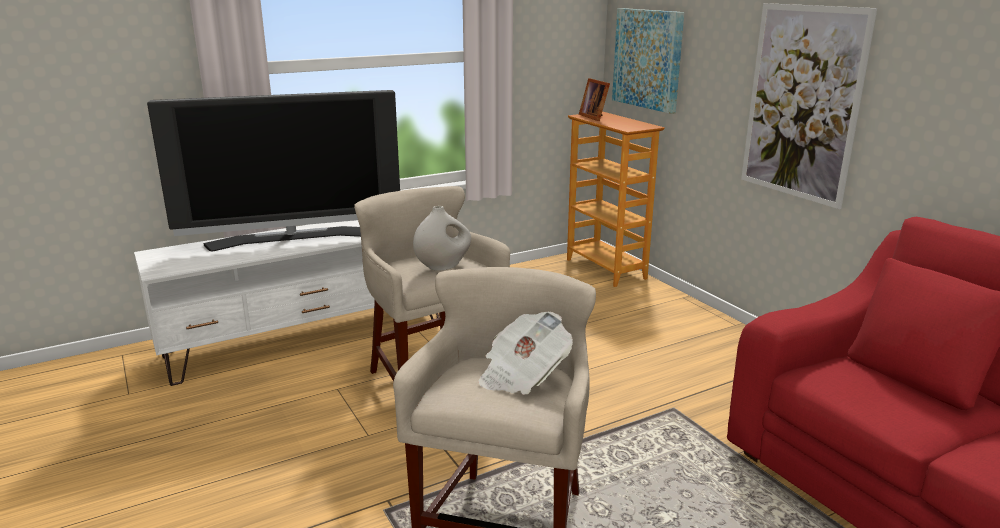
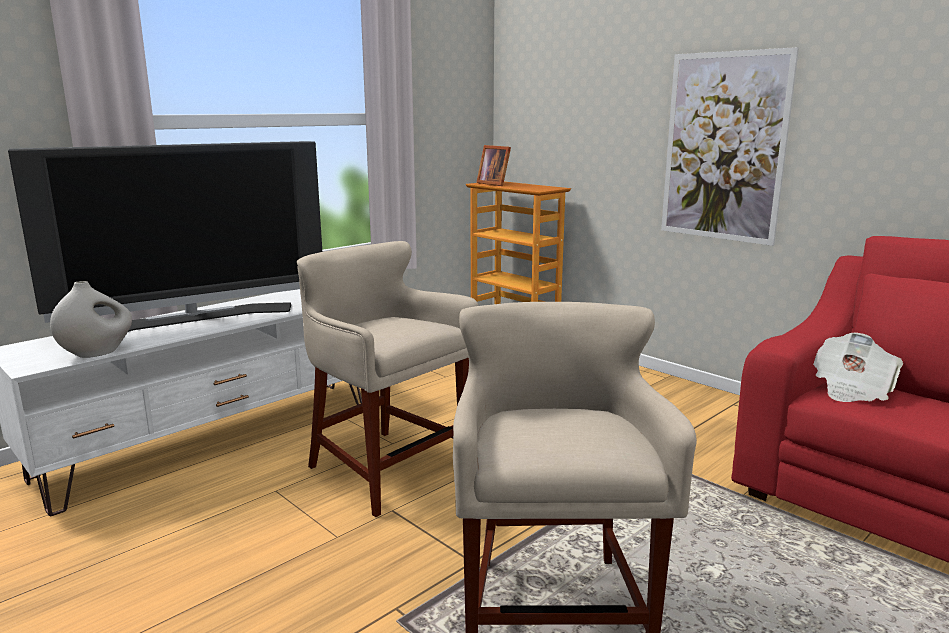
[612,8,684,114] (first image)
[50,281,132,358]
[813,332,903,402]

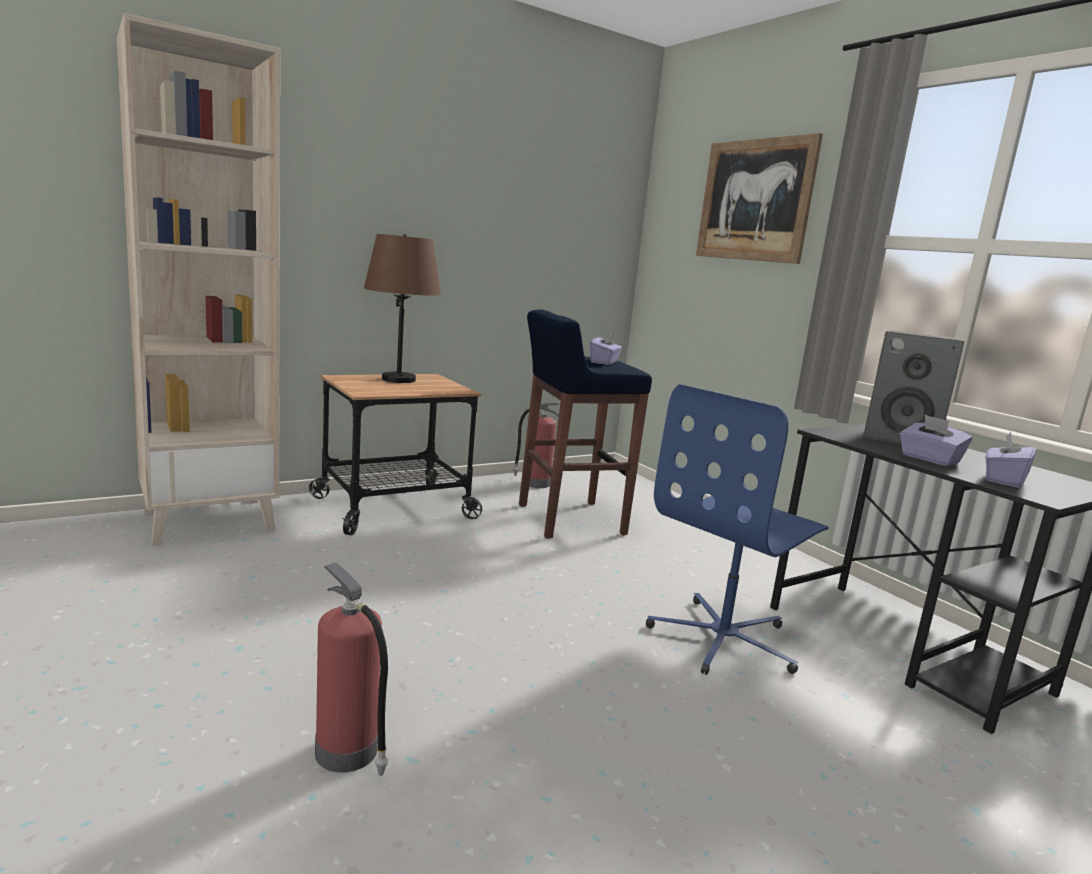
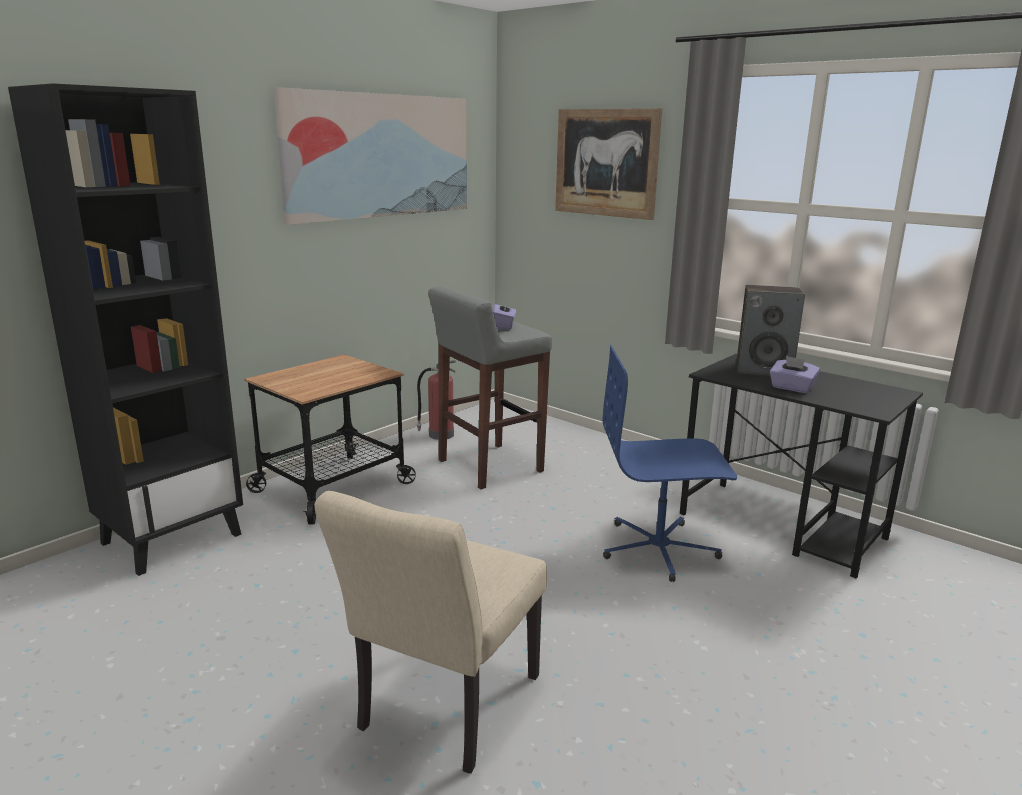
[364,234,441,383] (first image)
[985,432,1036,488] (first image)
[274,87,467,225]
[314,491,547,774]
[8,83,243,576]
[428,286,552,489]
[603,345,737,582]

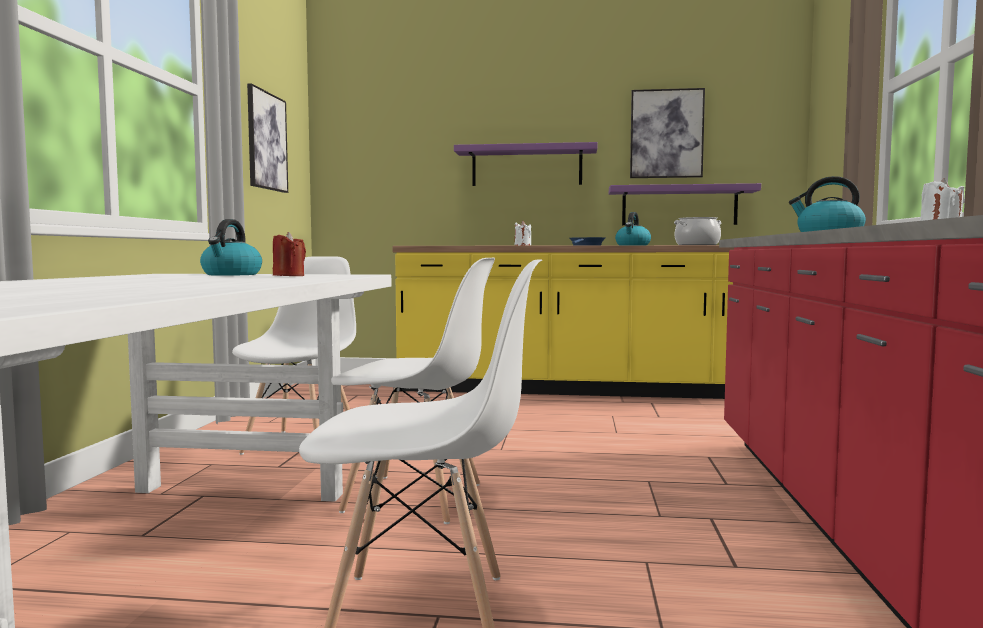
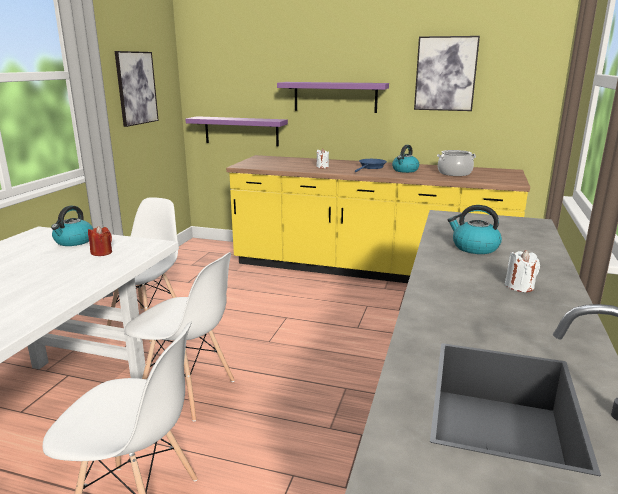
[185,116,288,146]

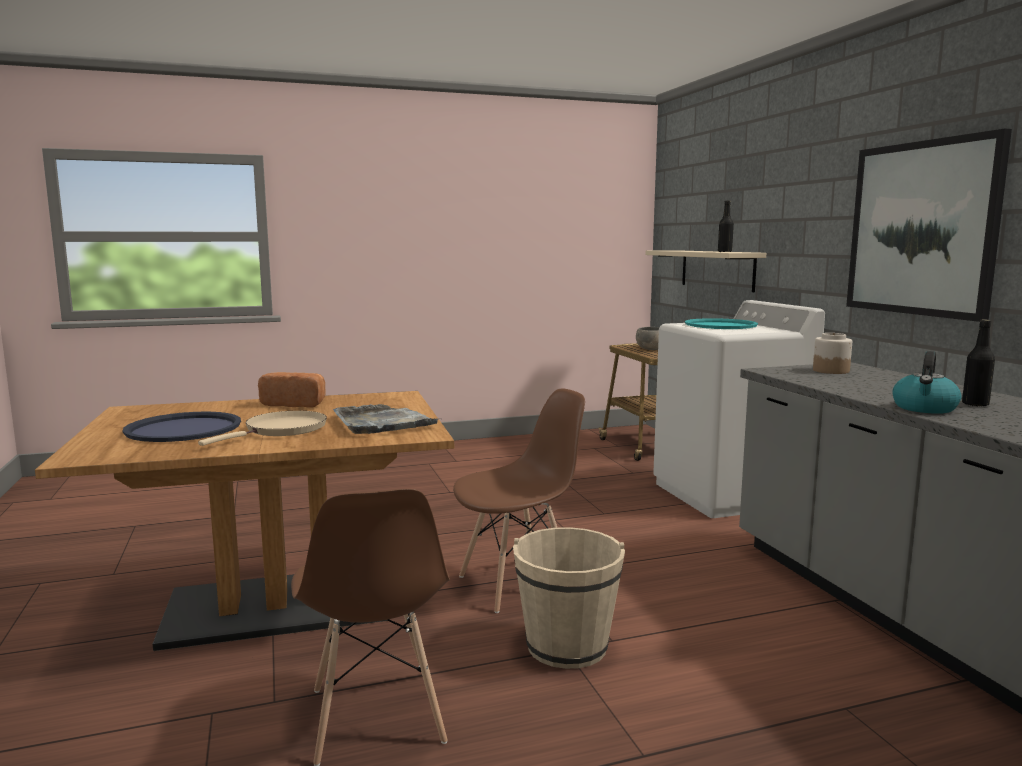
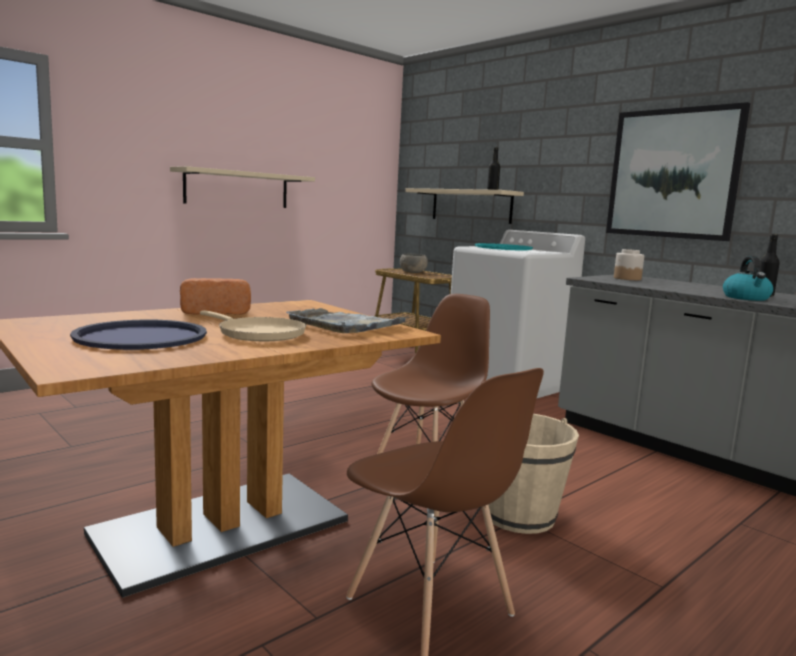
[170,166,315,208]
[200,310,306,341]

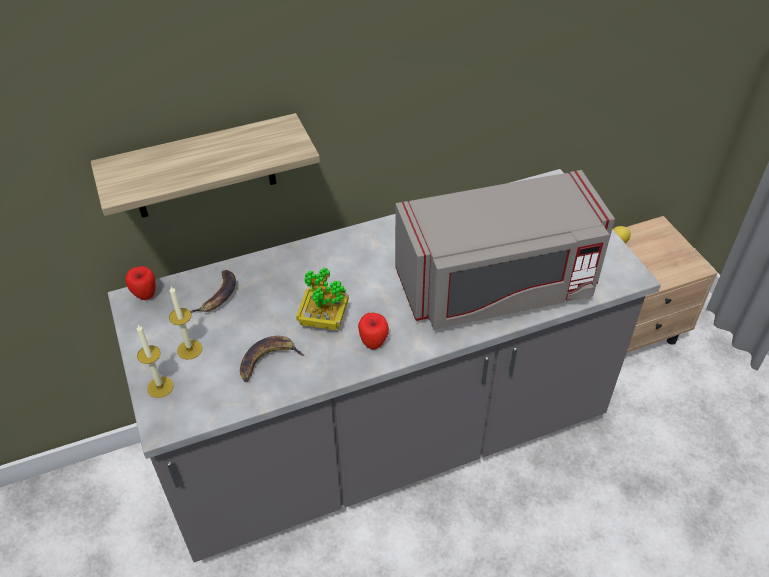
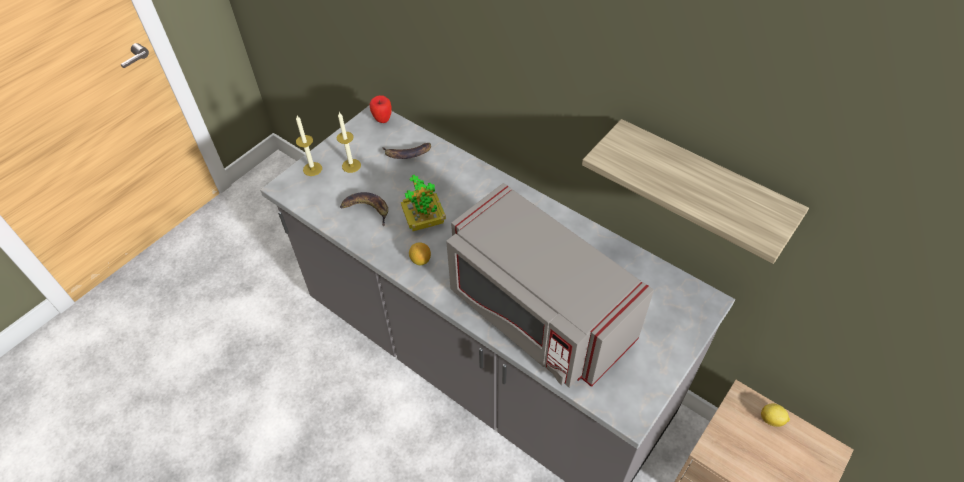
[582,119,809,264]
[409,242,431,265]

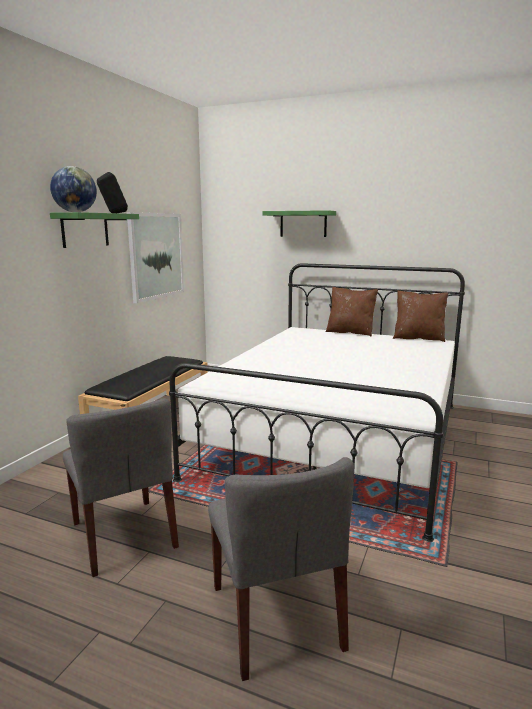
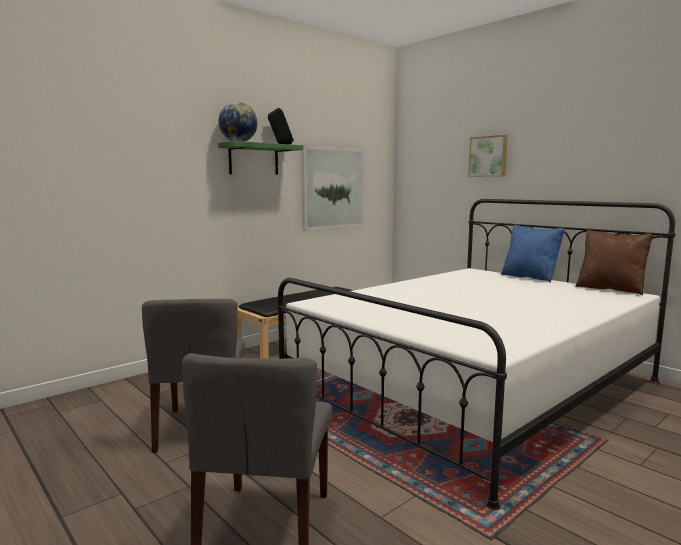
[468,135,508,177]
[501,224,565,283]

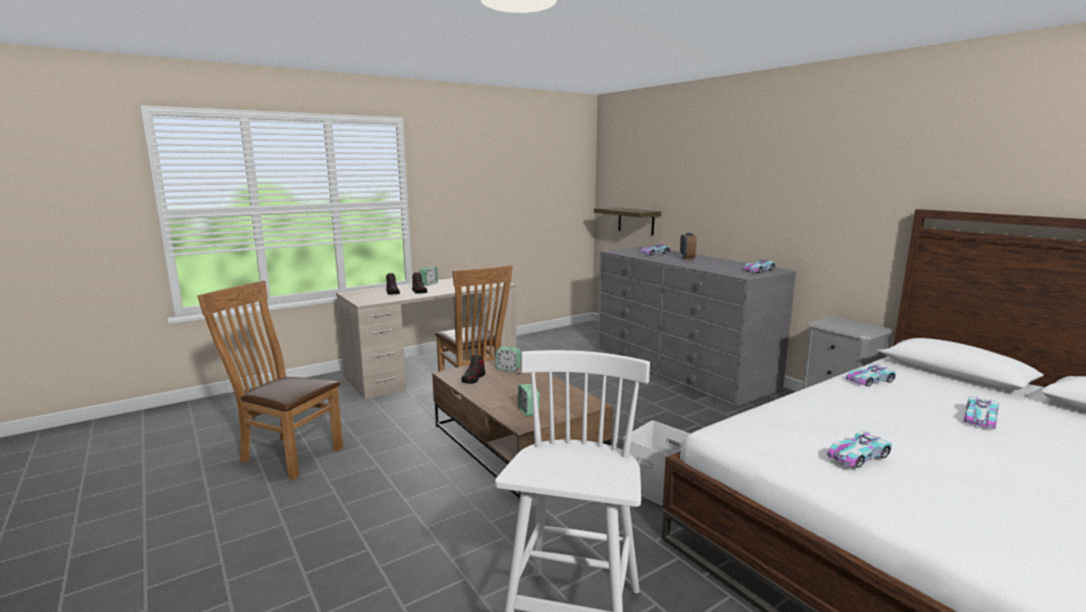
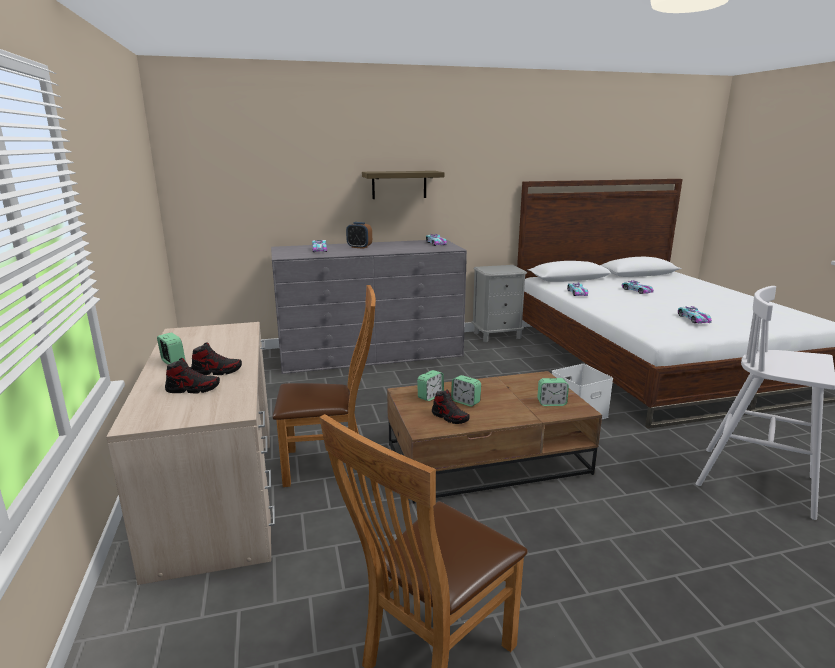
[451,375,481,407]
[362,171,444,199]

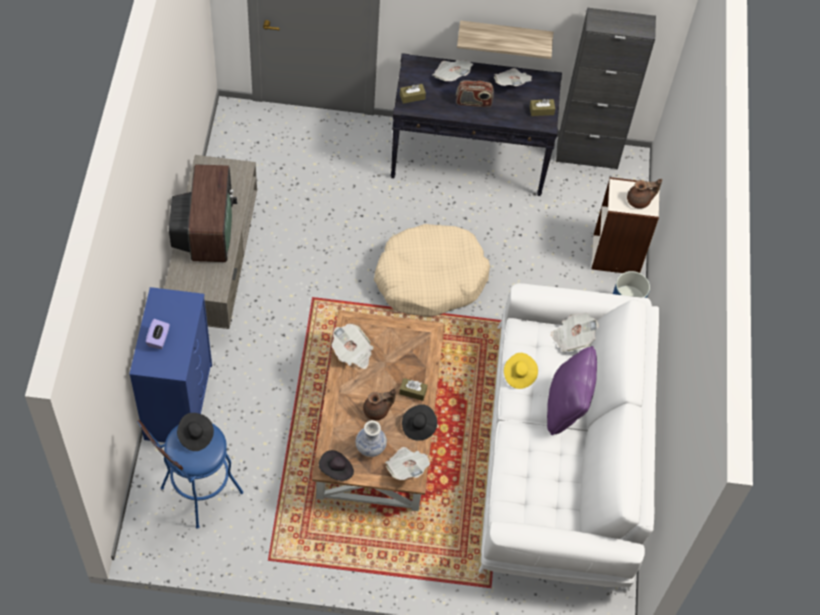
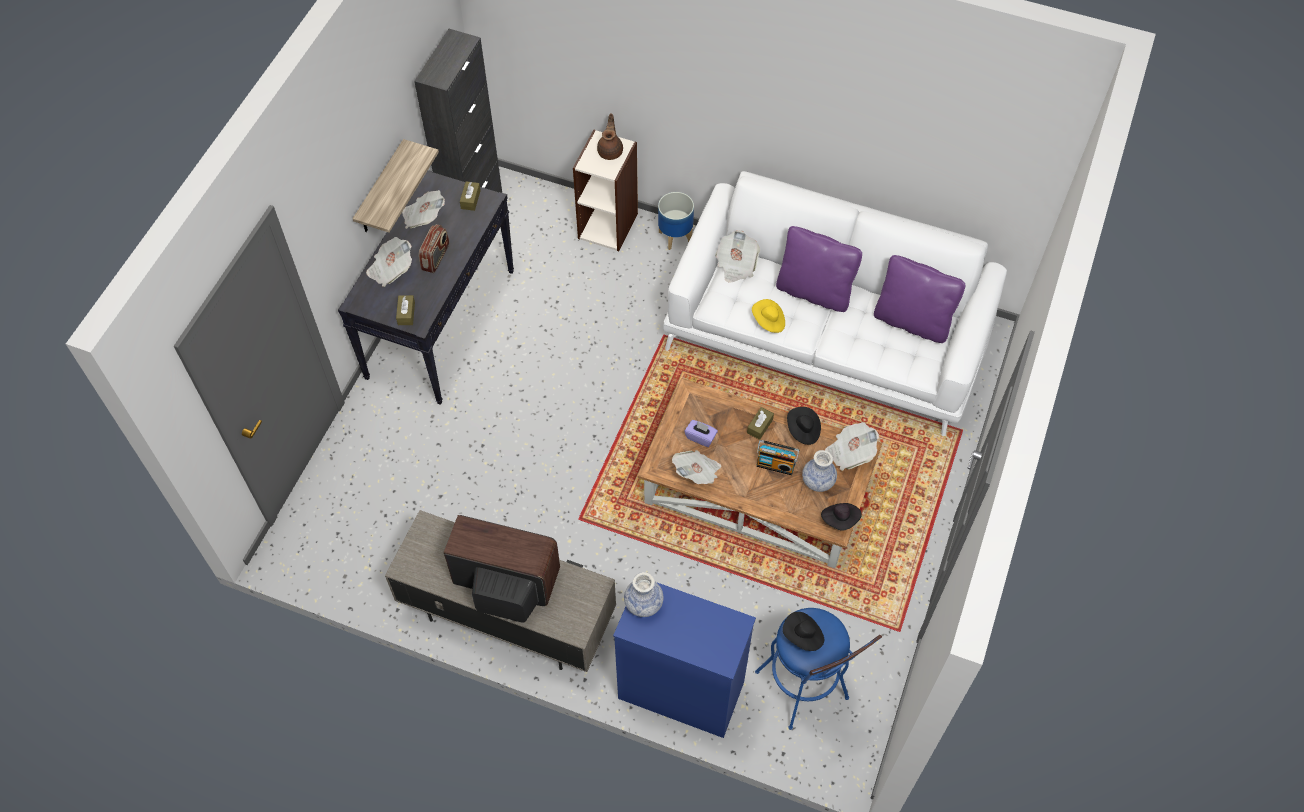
[374,224,490,316] (first image)
[624,572,664,617]
[874,255,965,343]
[684,420,718,447]
[756,440,799,475]

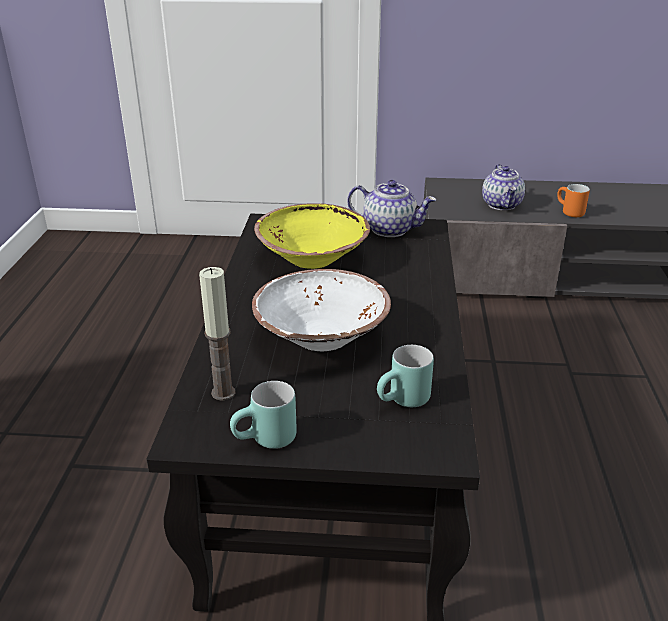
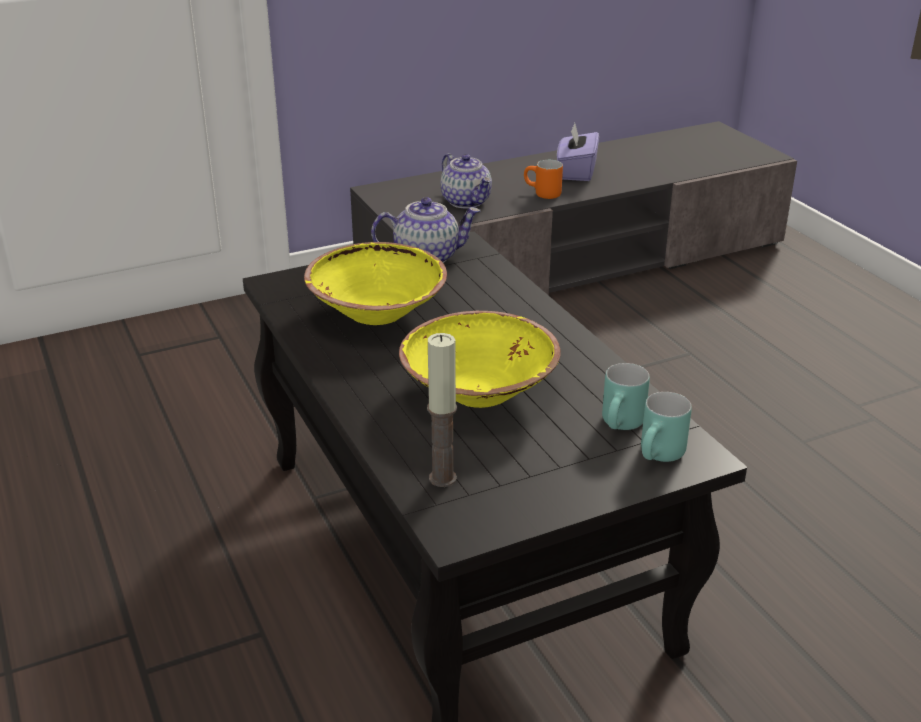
[557,123,599,181]
[641,392,692,462]
[399,311,561,408]

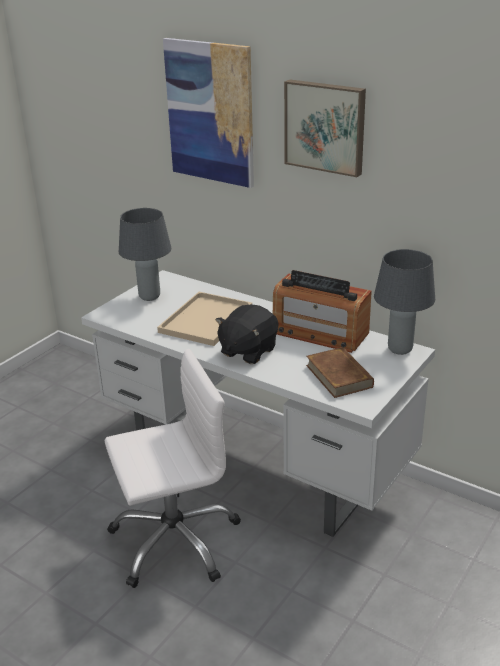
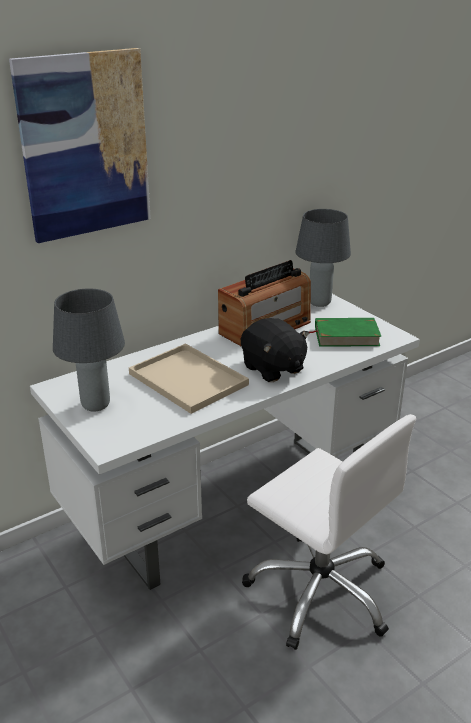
[284,80,366,177] (first image)
[309,318,381,347]
[242,414,416,650]

